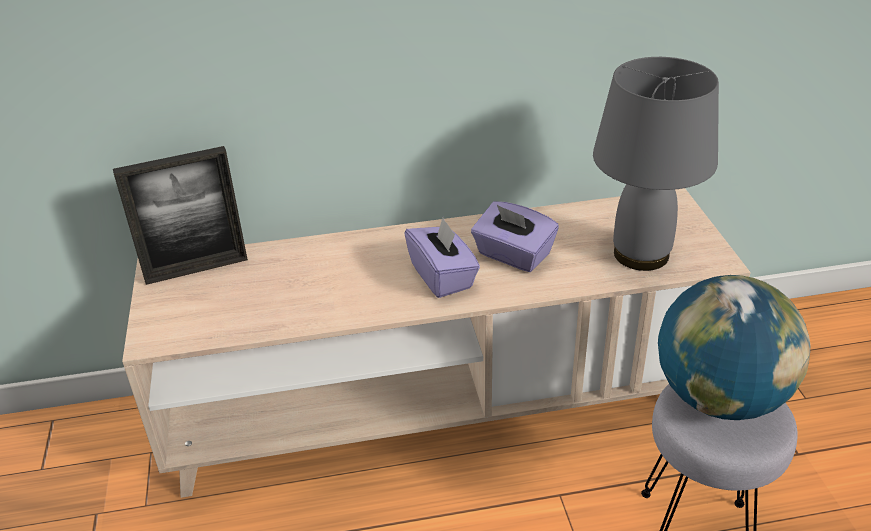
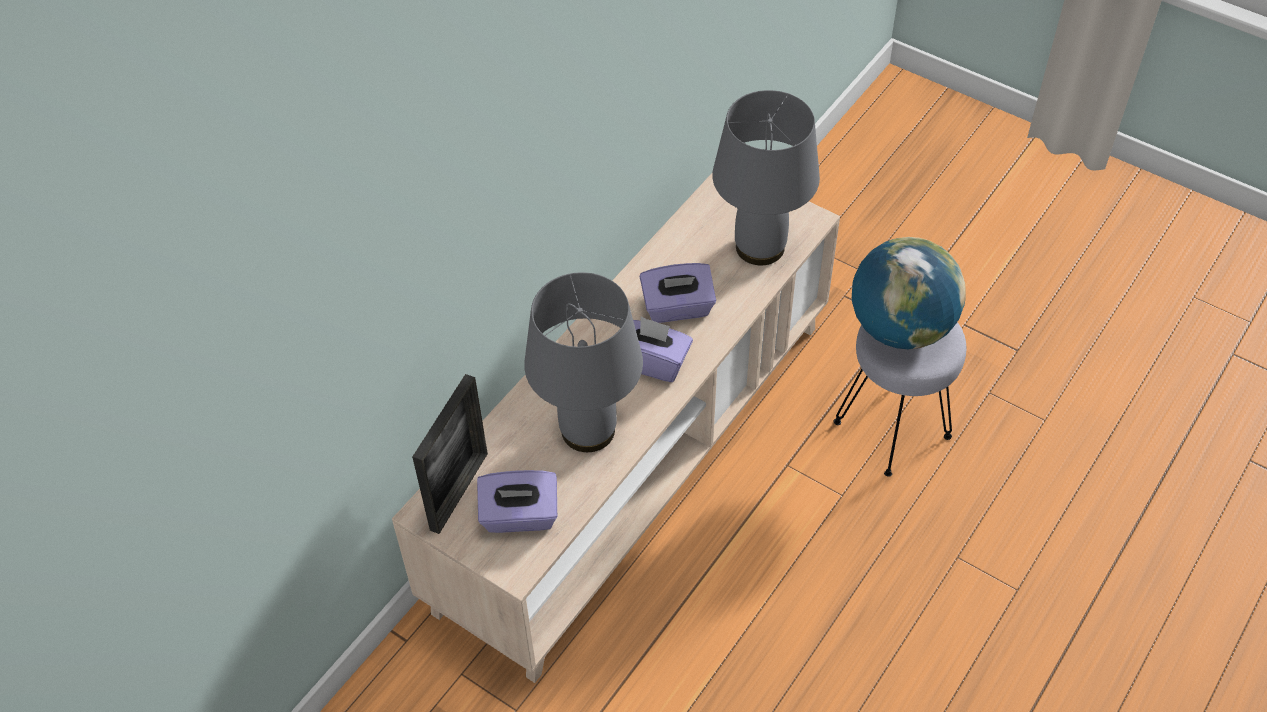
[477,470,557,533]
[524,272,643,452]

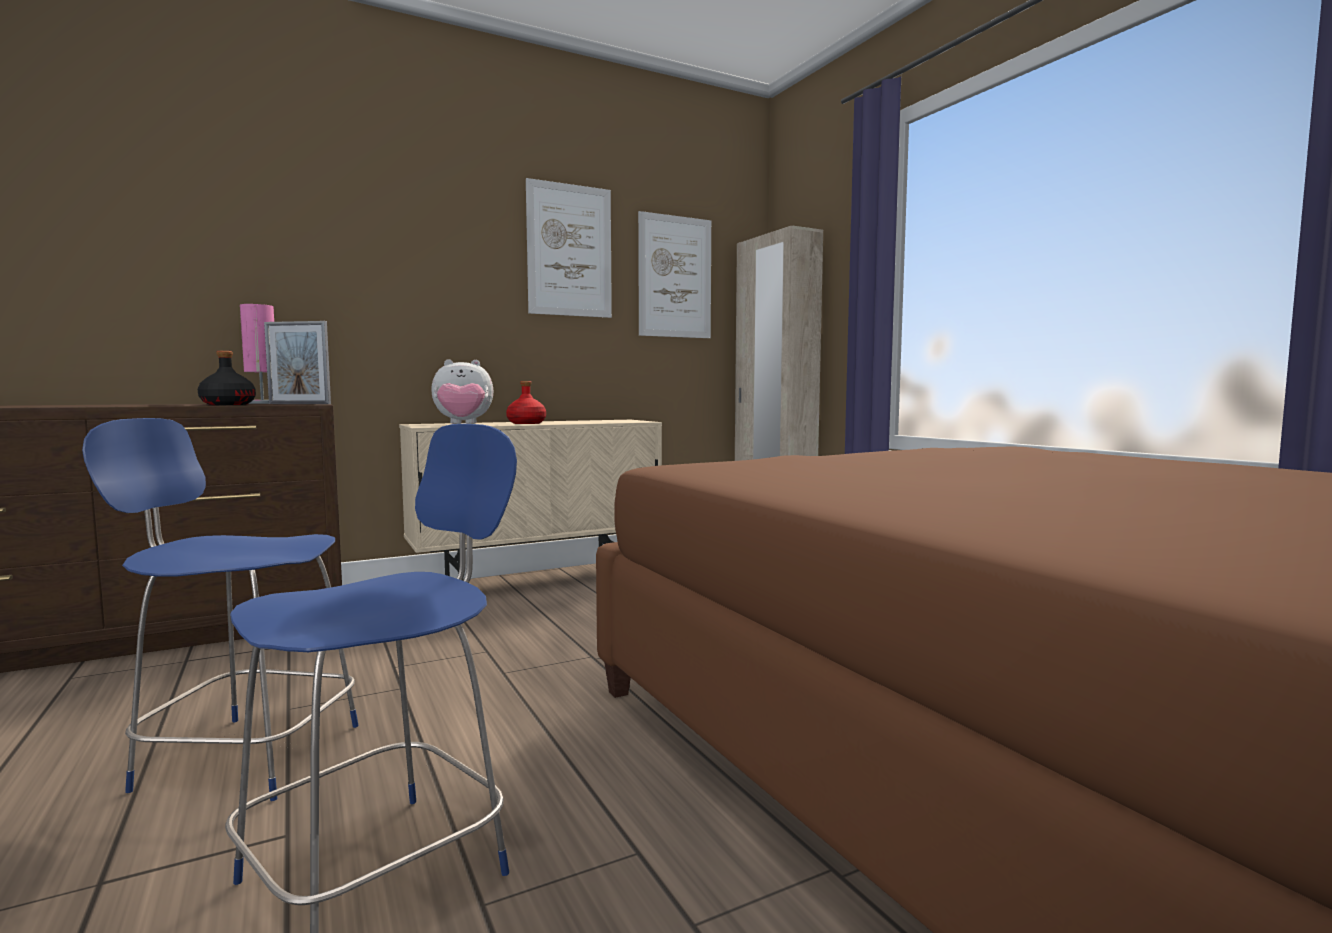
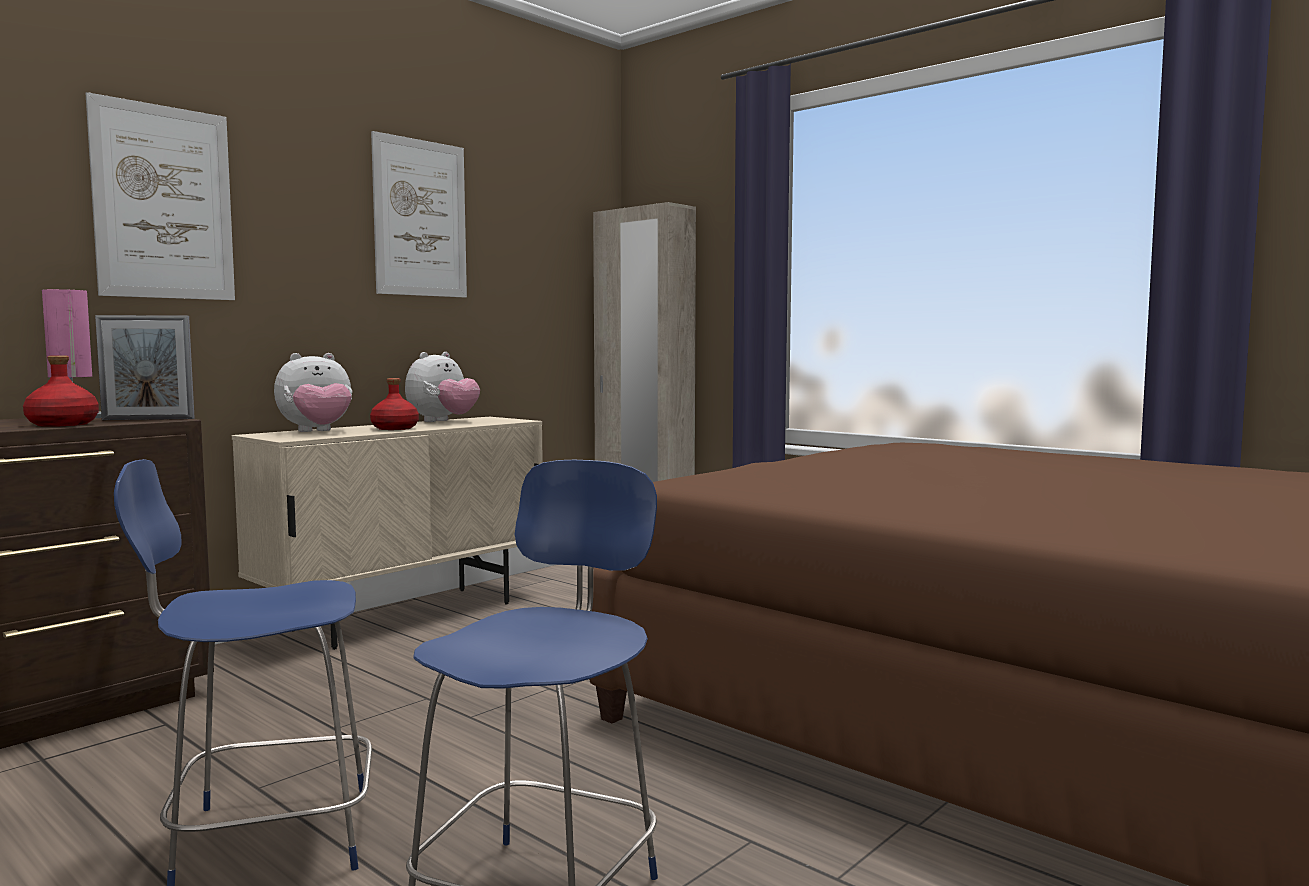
[405,352,480,422]
[86,92,235,300]
[23,355,99,427]

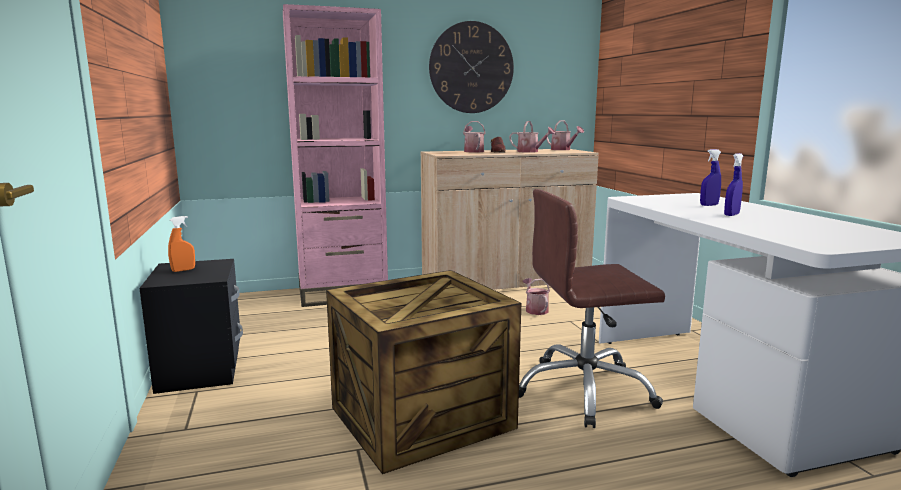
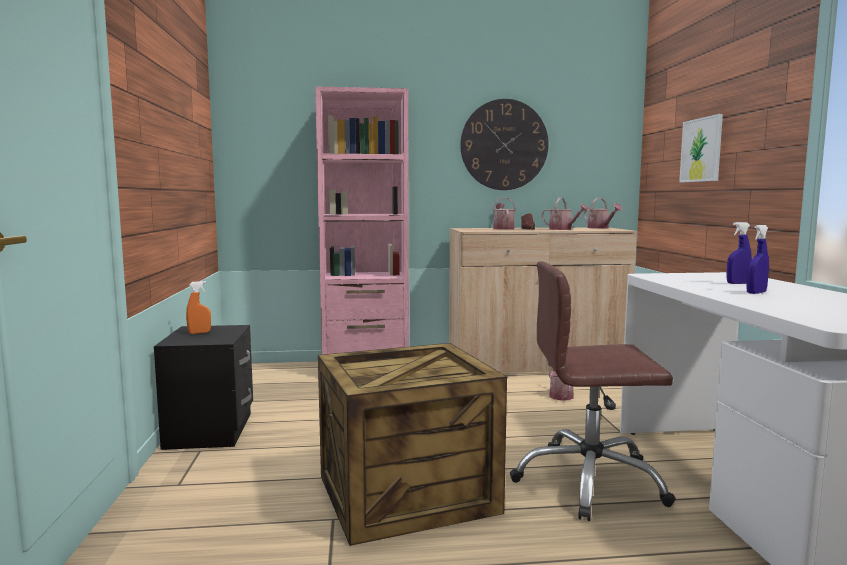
[679,114,723,182]

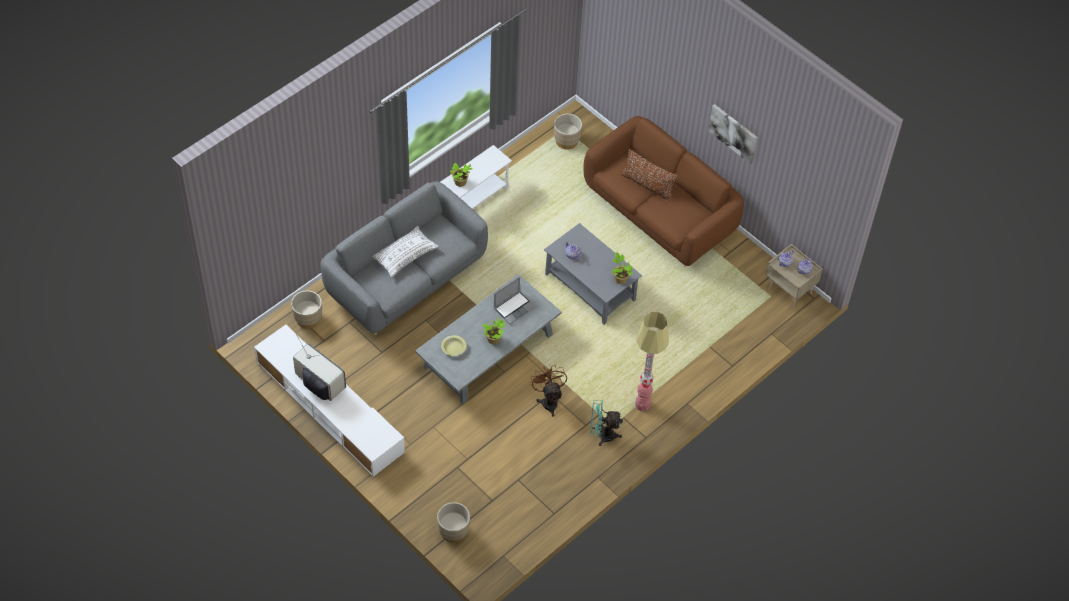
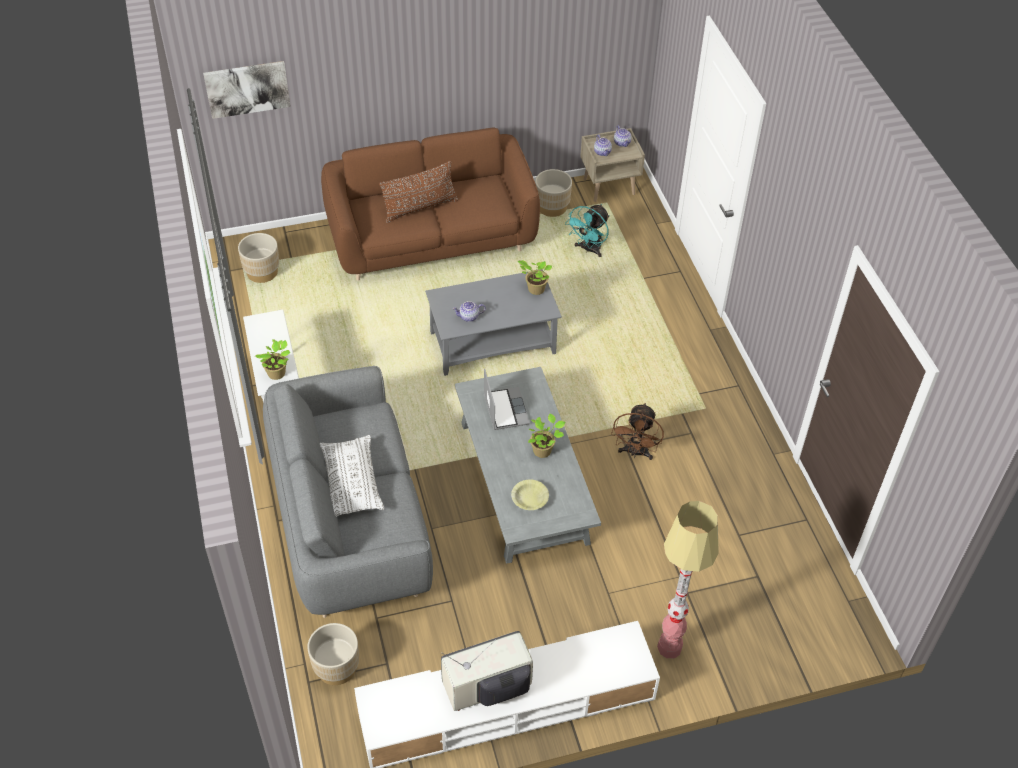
[535,169,572,217]
[565,204,610,257]
[657,501,719,658]
[203,61,291,119]
[611,403,664,460]

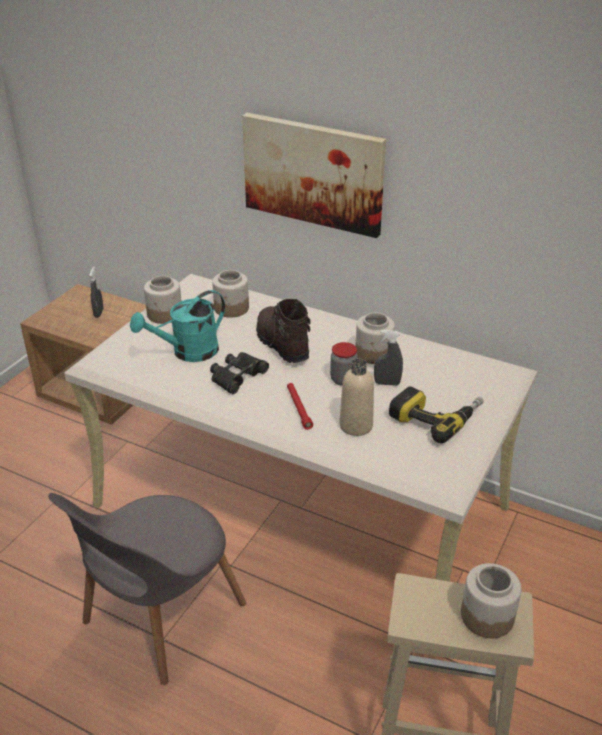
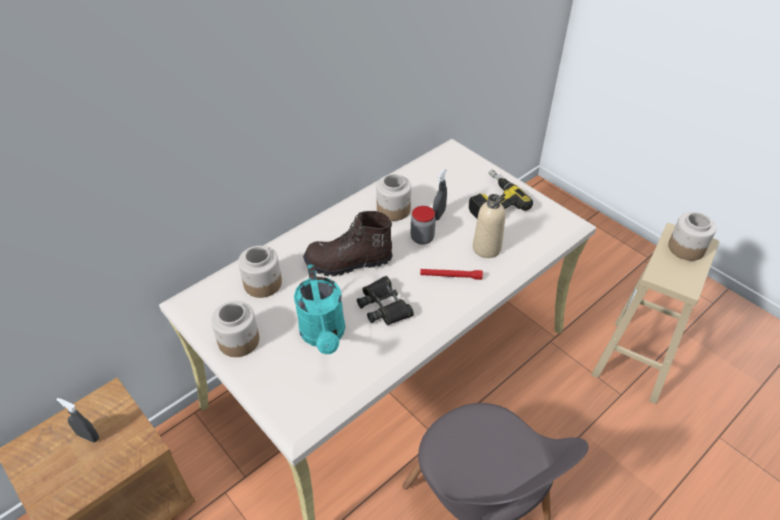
[242,113,386,238] (first image)

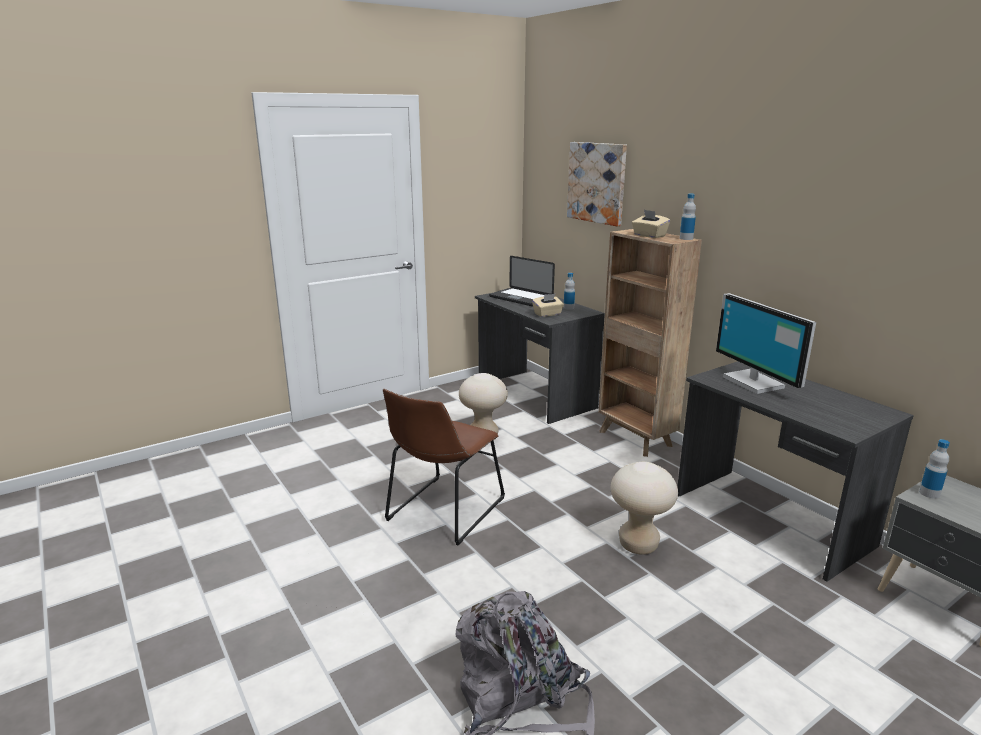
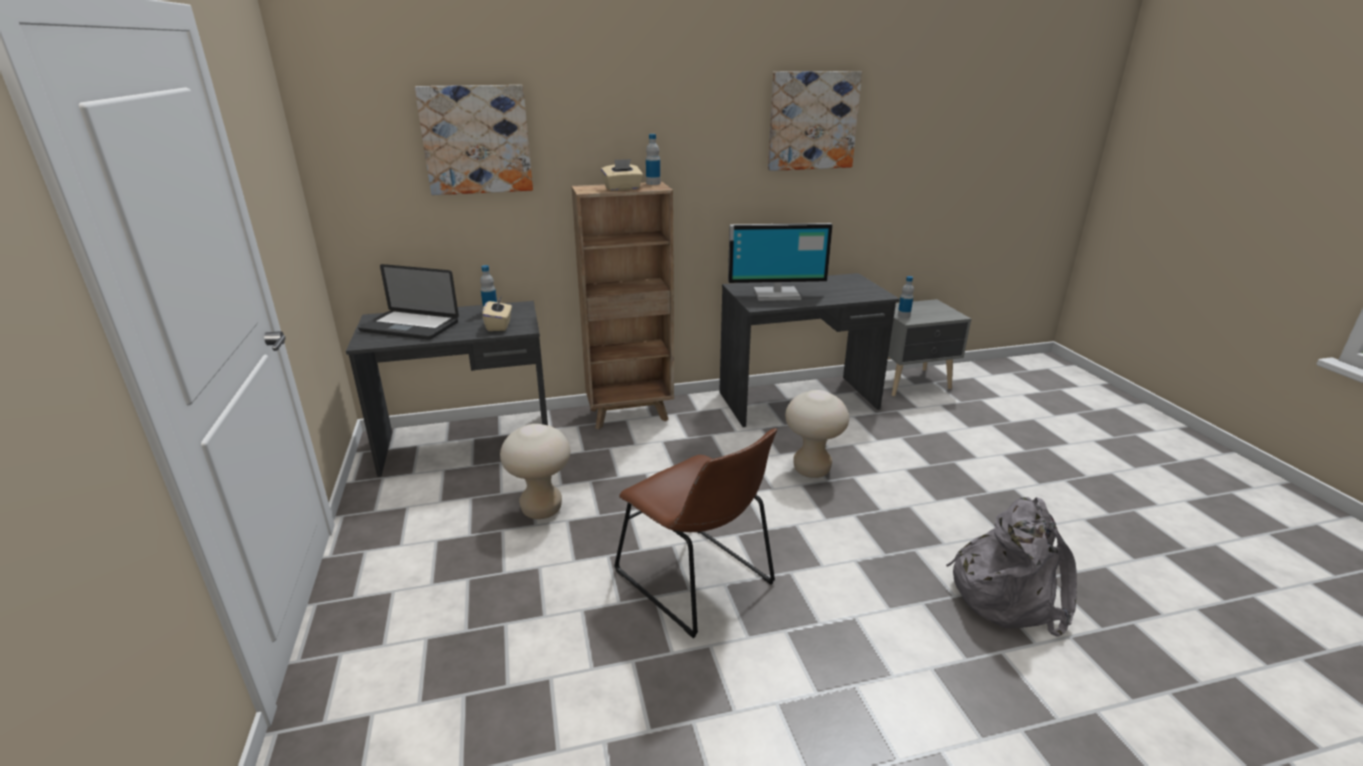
[768,71,862,171]
[358,264,459,340]

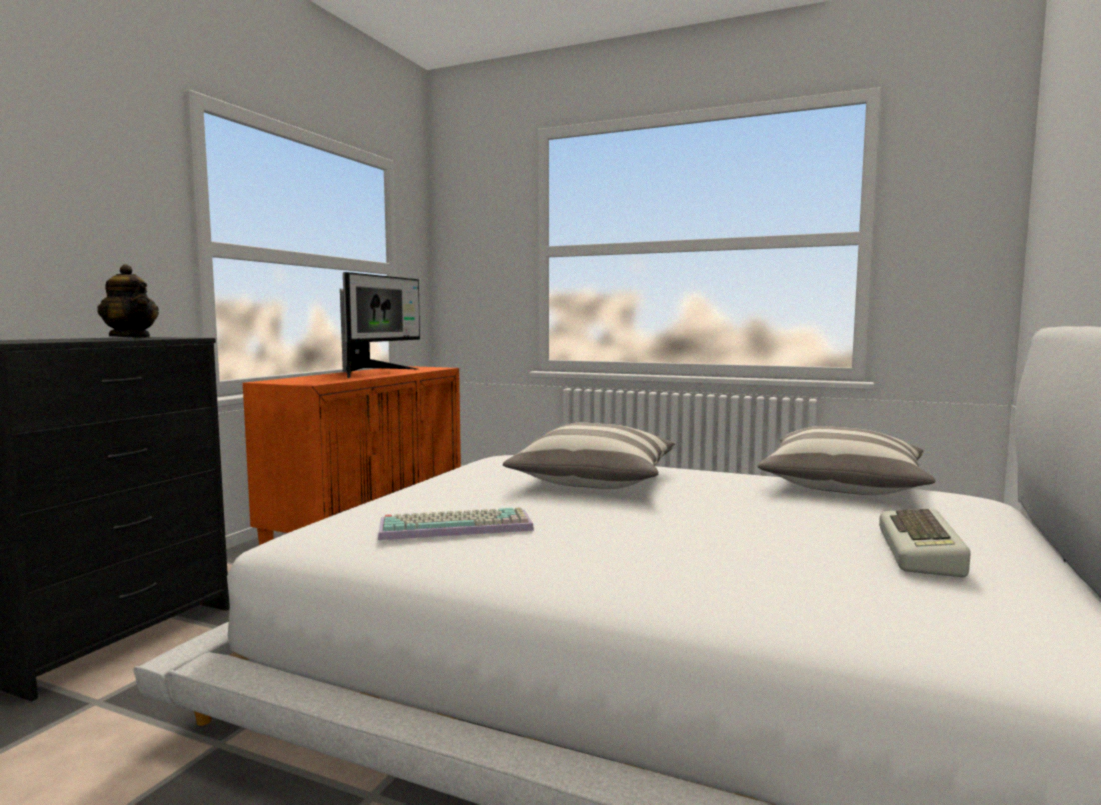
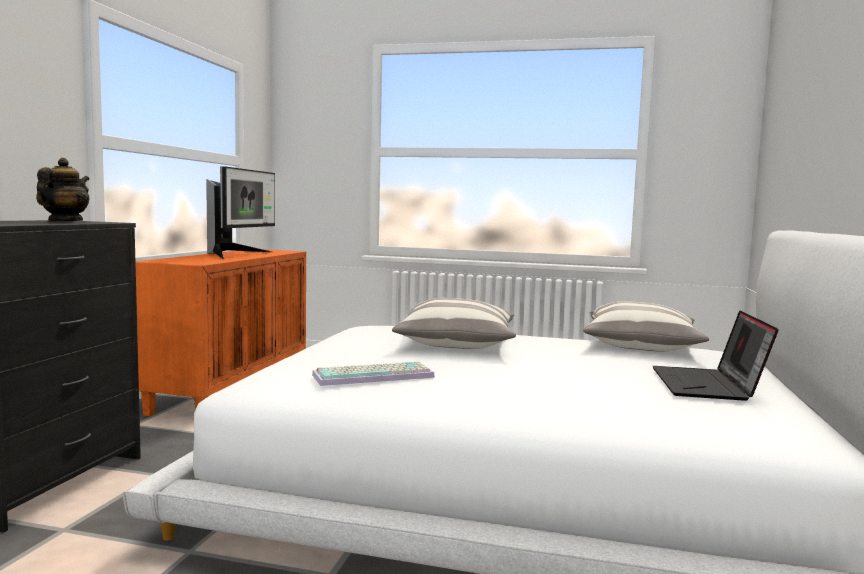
[653,311,779,401]
[36,158,90,221]

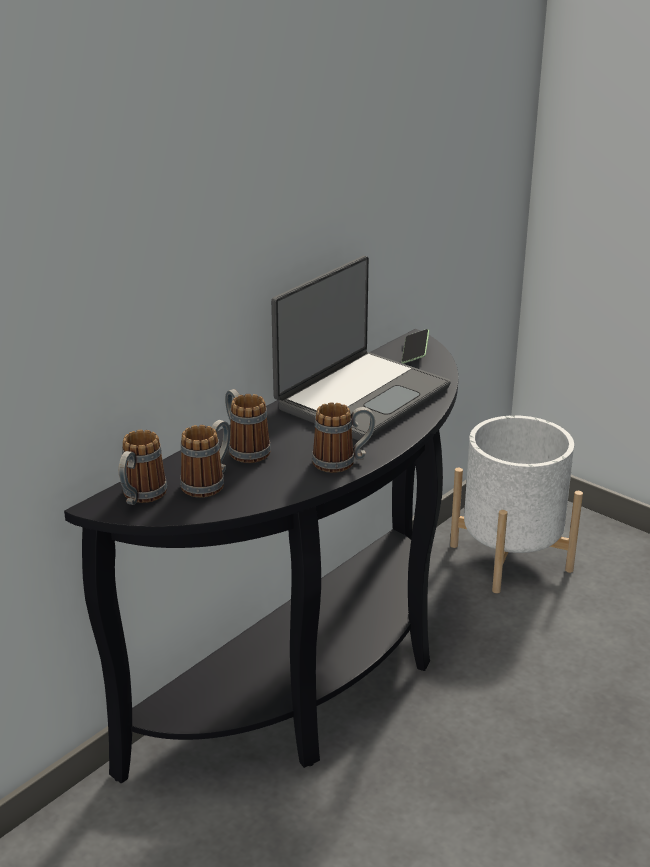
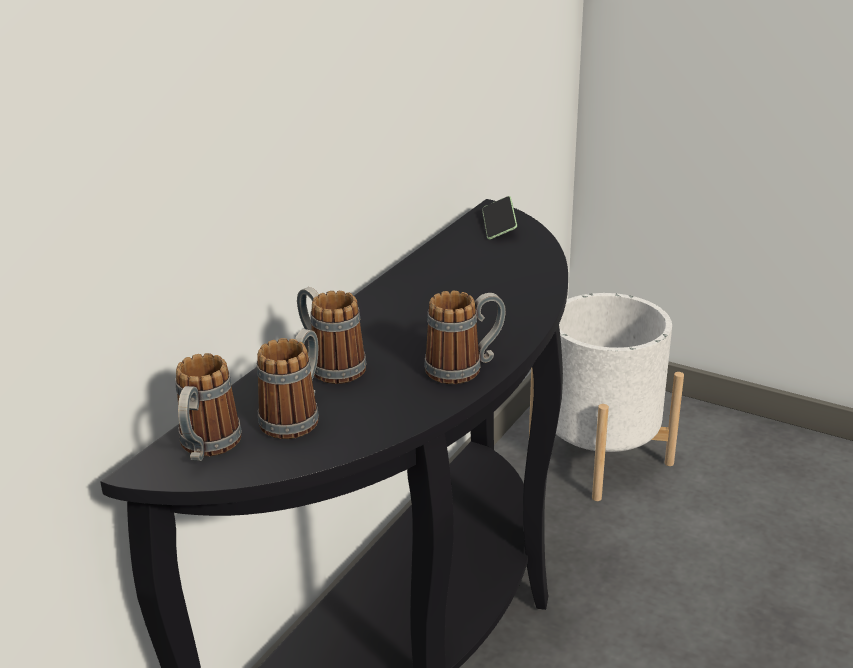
[271,256,451,441] (first image)

